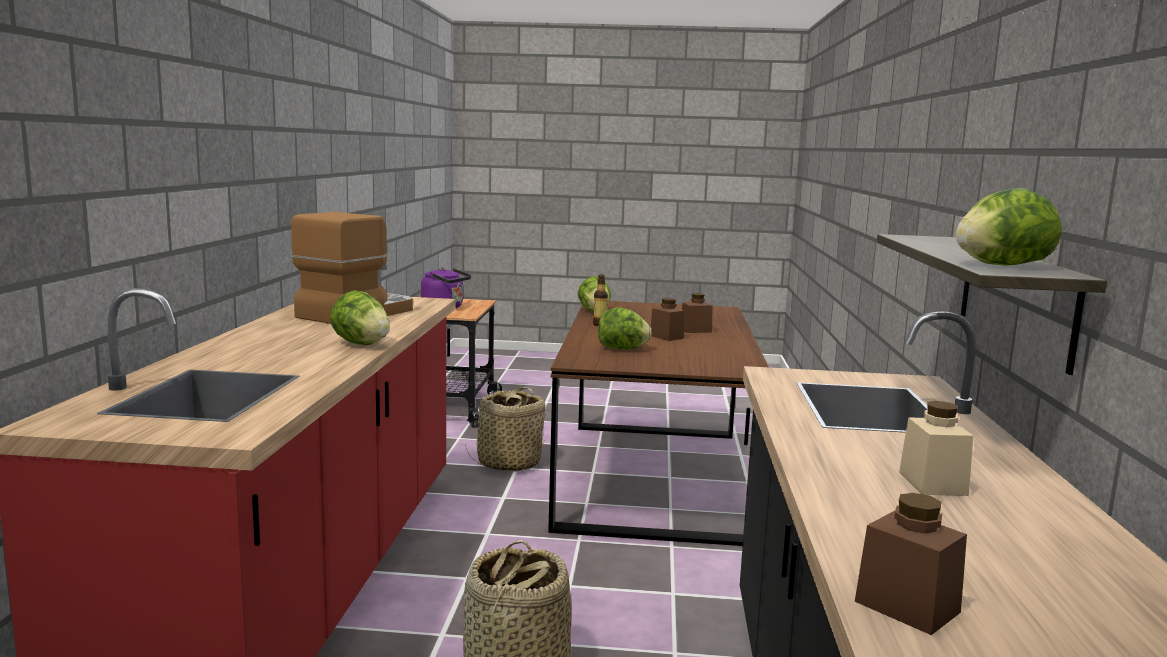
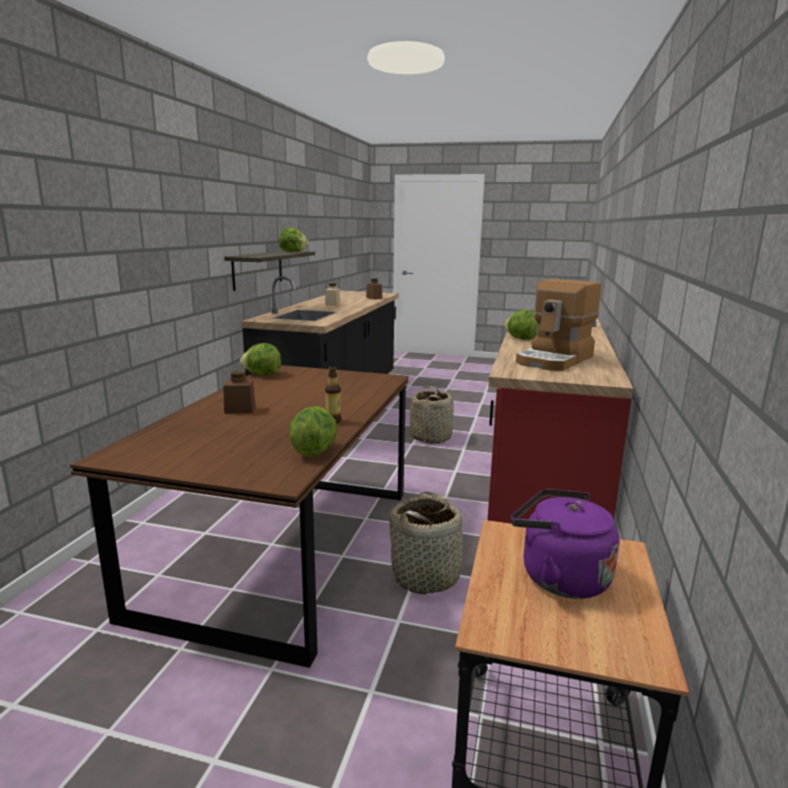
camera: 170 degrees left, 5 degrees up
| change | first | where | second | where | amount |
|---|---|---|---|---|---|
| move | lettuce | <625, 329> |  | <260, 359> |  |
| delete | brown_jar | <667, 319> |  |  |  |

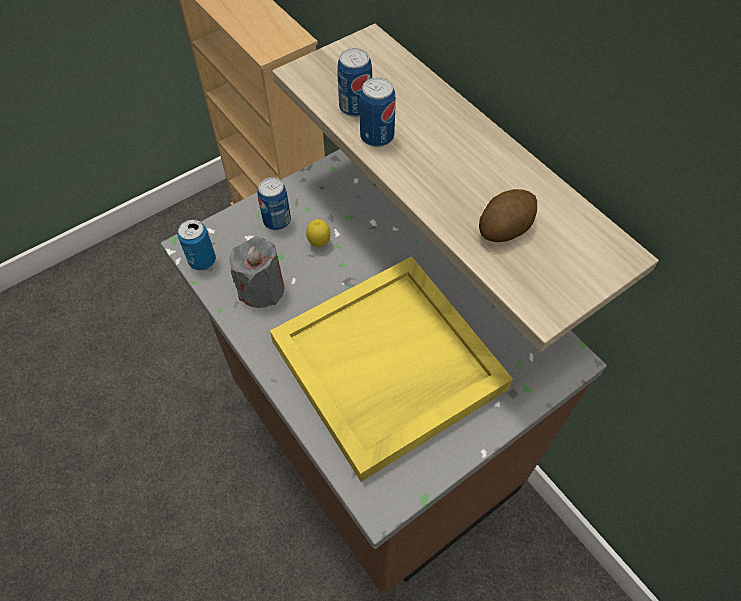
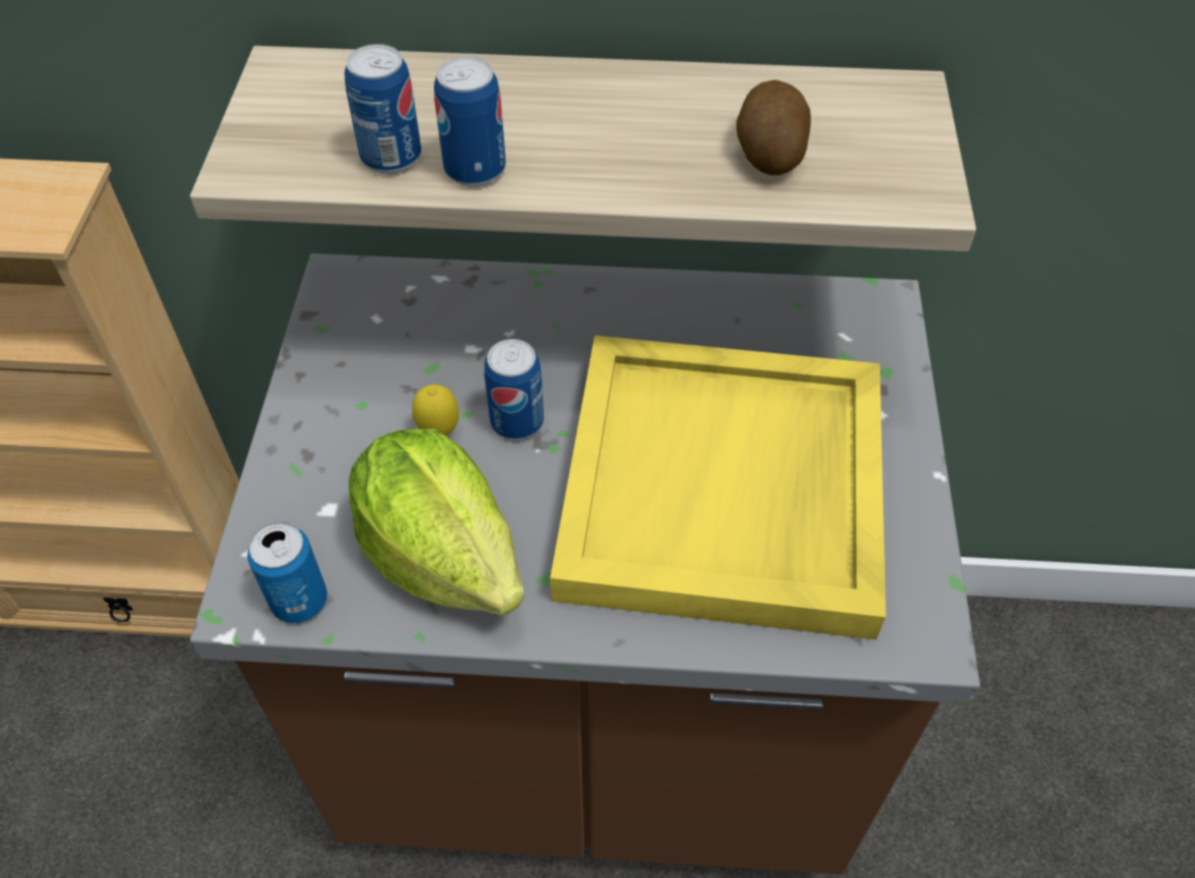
camera: 50 degrees left, 5 degrees down
| change | first | where | second | where | amount |
|---|---|---|---|---|---|
| replace | grey_candle | <257, 272> | lettuce | <436, 522> |  |
| move | can | <274, 204> |  | <514, 389> |  |

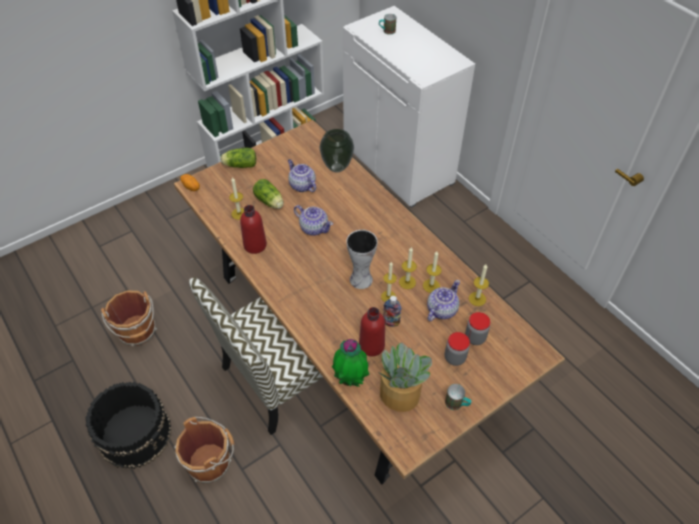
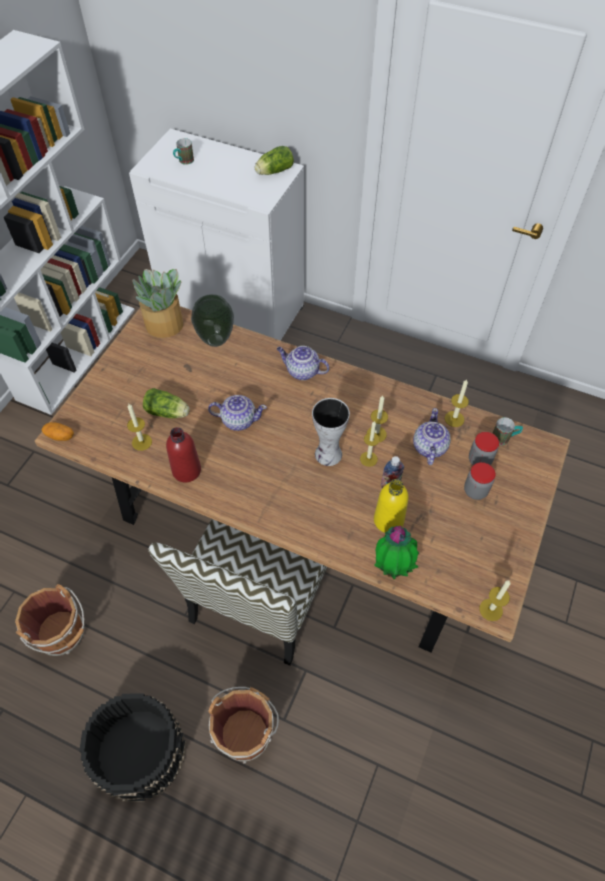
camera: 30 degrees left, 5 degrees up
| change | first | where | second | where | amount |
|---|---|---|---|---|---|
| move | potted_plant | <405, 377> |  | <157, 303> |  |
| move | lettuce | <238, 158> |  | <274, 160> |  |
| move | teapot | <302, 175> |  | <303, 363> |  |
| recolor | red_bottle | <372, 331> | yellow_bottle | <391, 506> |  |
| move | candle | <432, 272> |  | <495, 600> |  |
| move | mug | <458, 397> |  | <508, 431> |  |

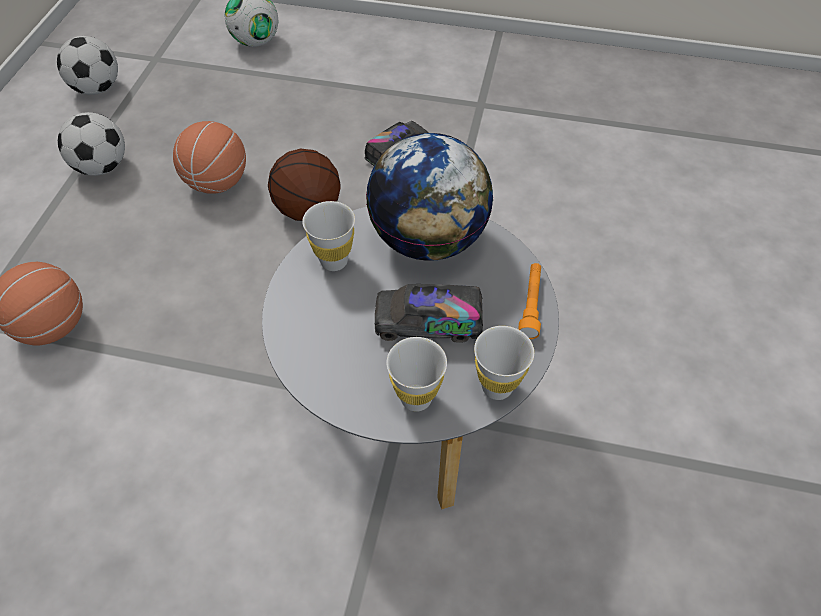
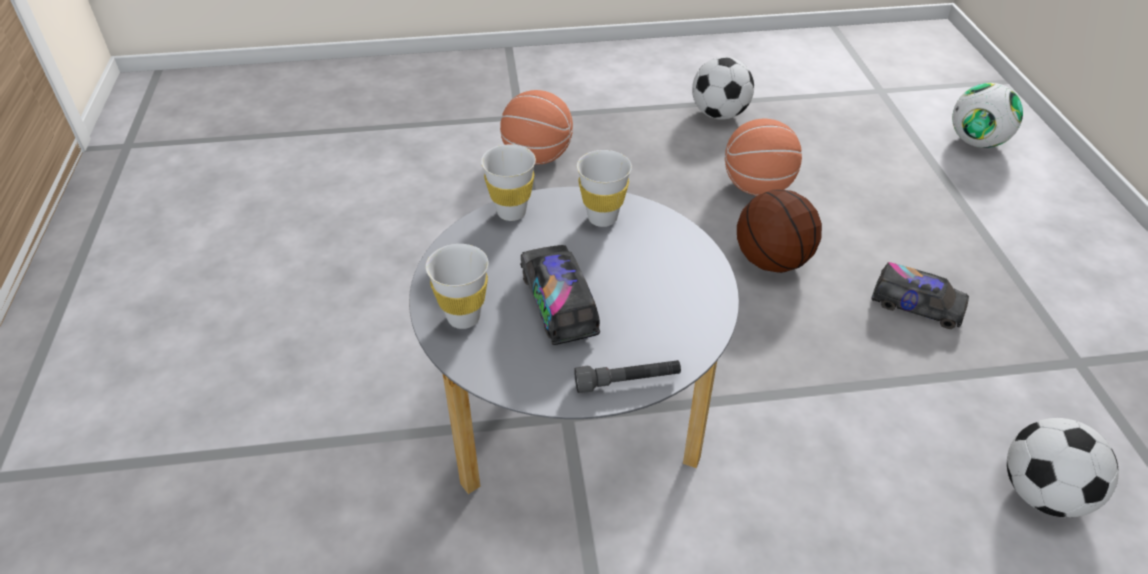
camera: 70 degrees right, 10 degrees down
| change | first | where | second | where | amount |
|---|---|---|---|---|---|
| move | white_cup | <504, 363> |  | <508, 182> |  |
| recolor | orange_flashlight | <529, 301> | grey_flashlight | <627, 376> |  |
| move | football | <87, 65> |  | <1063, 468> |  |
| delete | globe | <429, 197> |  |  |  |

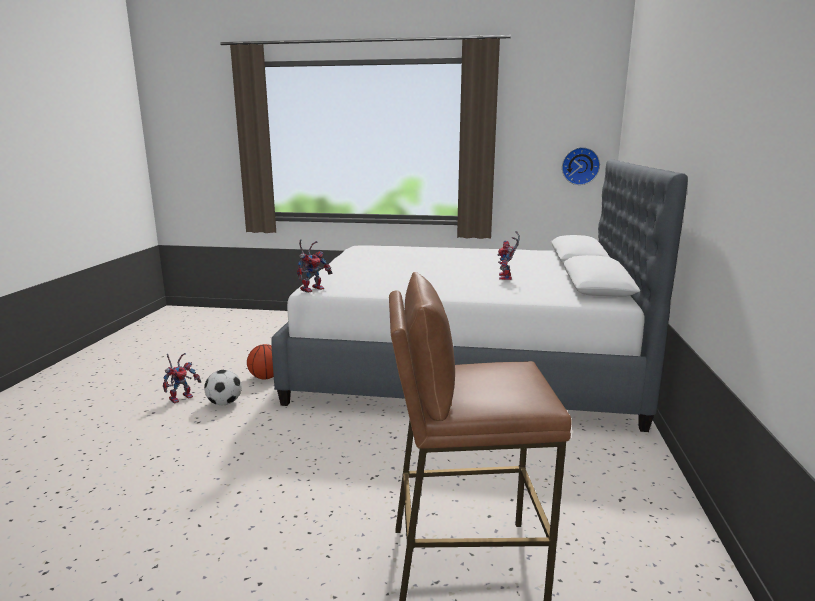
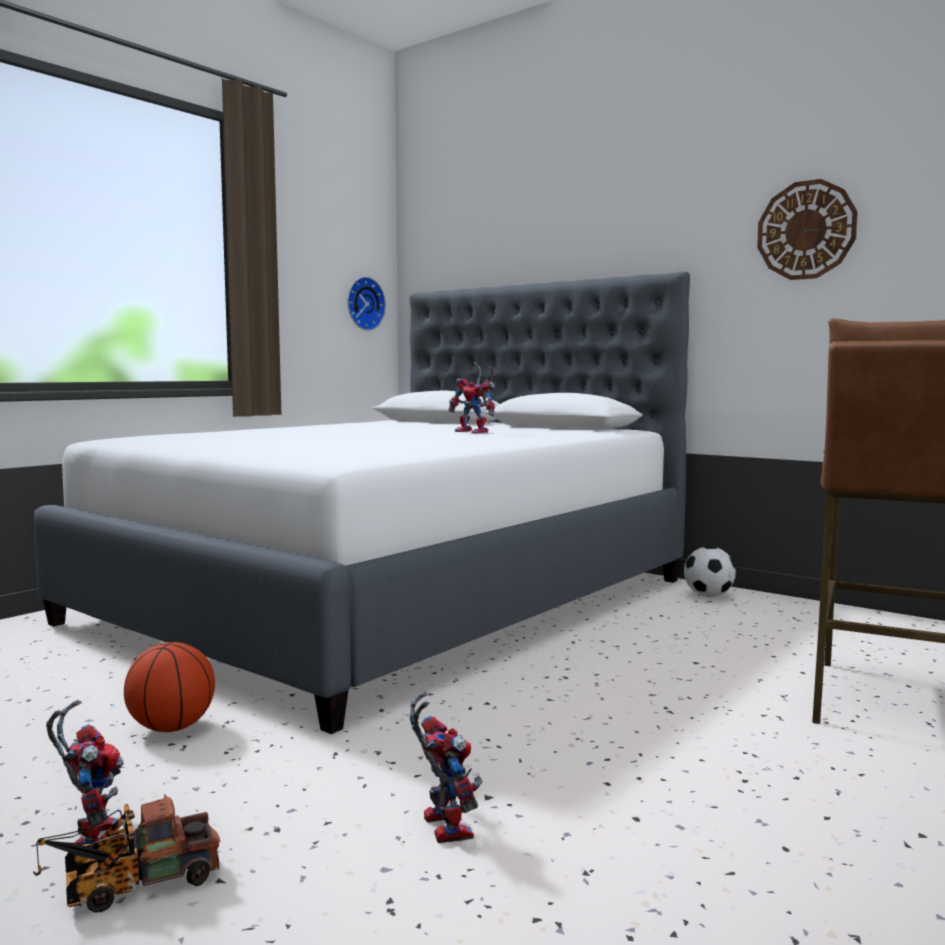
camera: 60 degrees left, 10 degrees down
| change | first | where | second | where | amount |
|---|---|---|---|---|---|
| insert |  |  | toy_truck | <126, 853> |  |
| move | toy_robot | <314, 266> |  | <446, 767> |  |
| move | football | <223, 387> |  | <710, 571> |  |
| insert |  |  | wall_clock | <807, 229> |  |

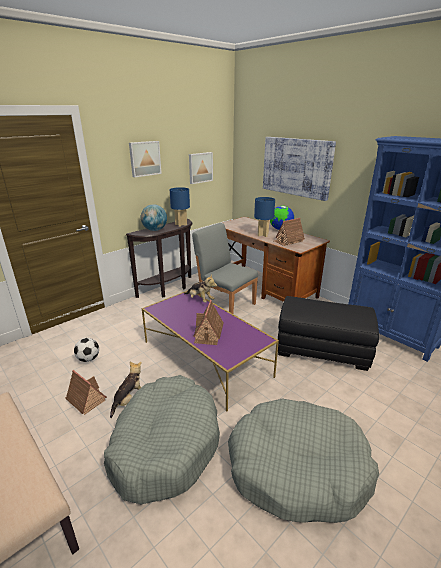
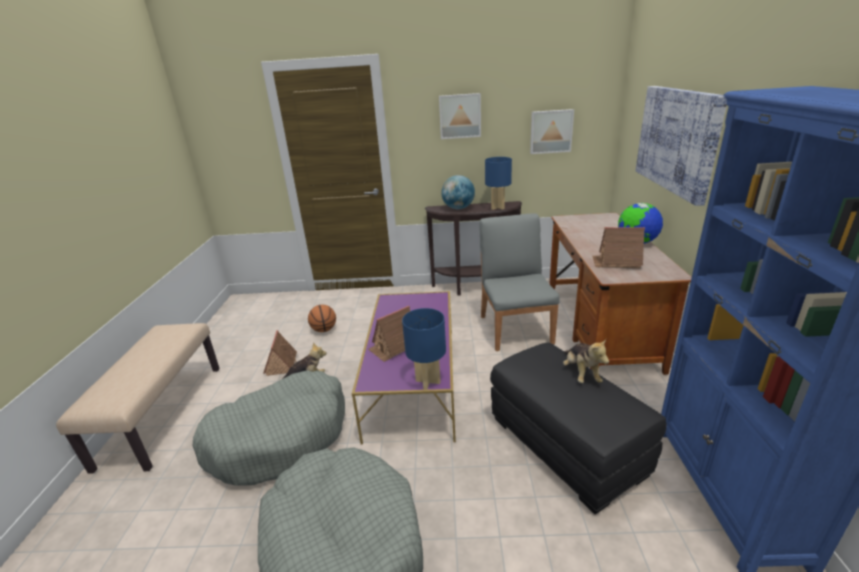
camera: 45 degrees right, 0 degrees up
| change | first | where | second | where | amount |
|---|---|---|---|---|---|
| replace | football | <86, 350> | basketball | <322, 318> |  |
| move | blue_table_lamp | <264, 217> |  | <424, 349> |  |
| move | plush_toy | <200, 288> |  | <586, 361> |  |

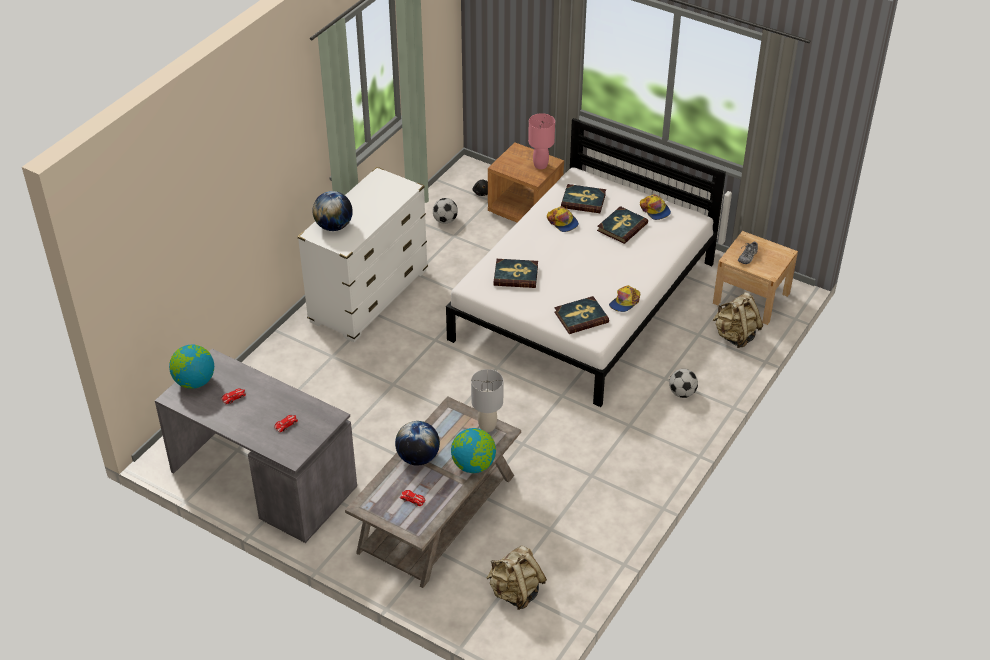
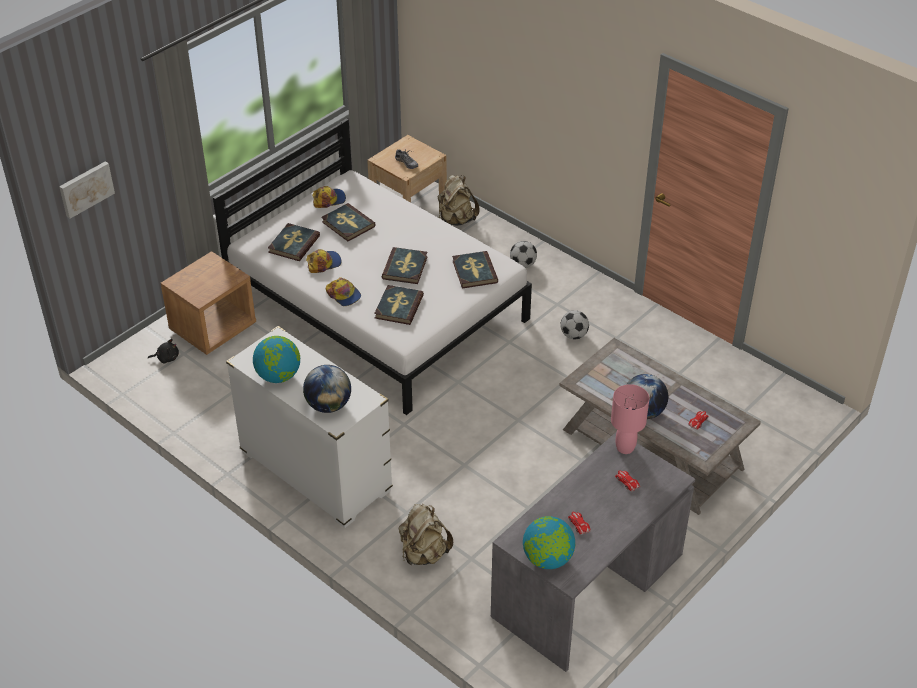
camera: 80 degrees left, 0 degrees up
| change | first | where | second | where | amount |
|---|---|---|---|---|---|
| insert |  |  | picture | <87, 190> |  |
| move | globe | <473, 450> |  | <276, 359> |  |
| move | cap | <624, 298> |  | <343, 291> |  |
| insert |  |  | book | <405, 265> |  |
| move | beige_backpack | <516, 578> |  | <426, 534> |  |
| move | football | <445, 211> |  | <574, 324> |  |
| move | pink_table_lamp | <541, 141> |  | <630, 419> |  |
| delete | grey_table_lamp | <487, 400> |  |  |  |

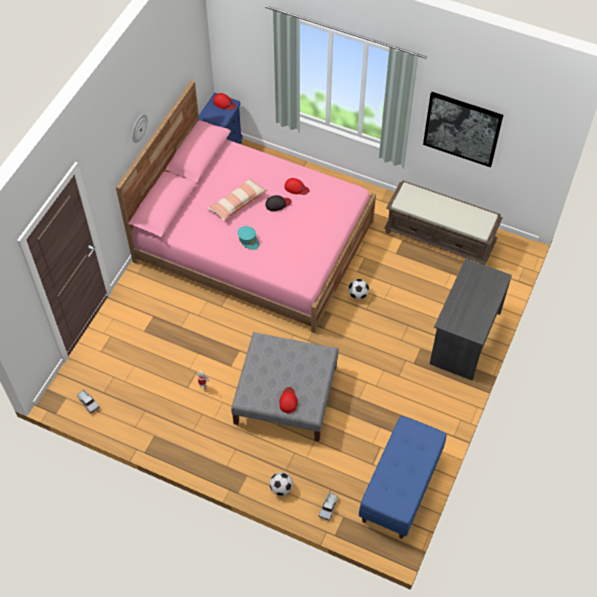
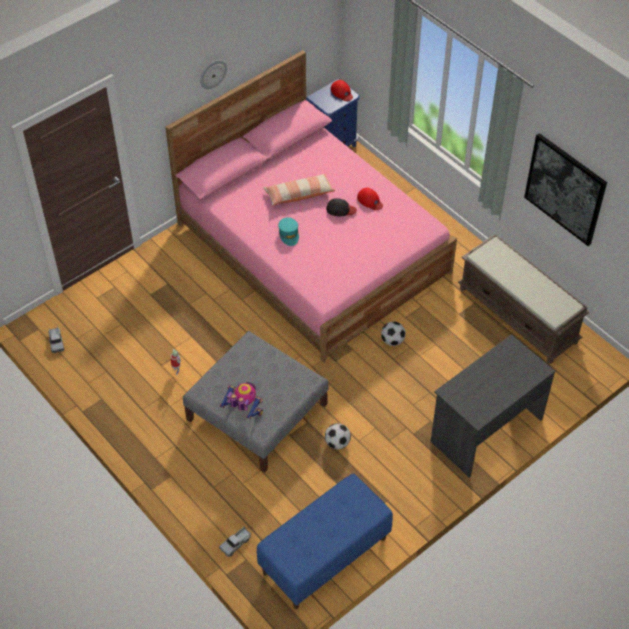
camera: 25 degrees right, 5 degrees down
| change | first | where | second | where | amount |
|---|---|---|---|---|---|
| replace | red_cap | <288, 400> | toy_robot | <241, 400> |  |
| move | football | <281, 484> |  | <338, 436> |  |

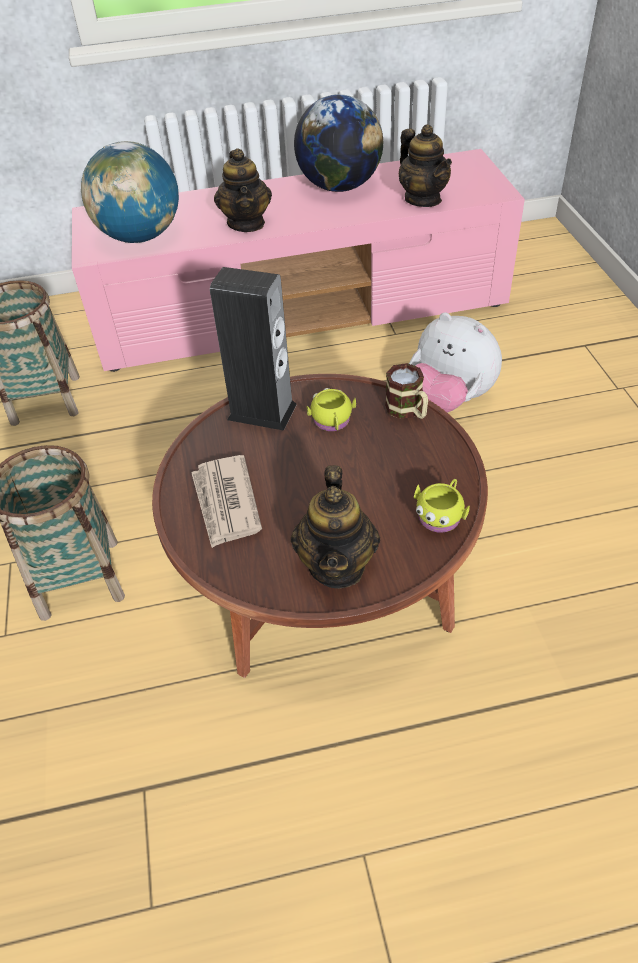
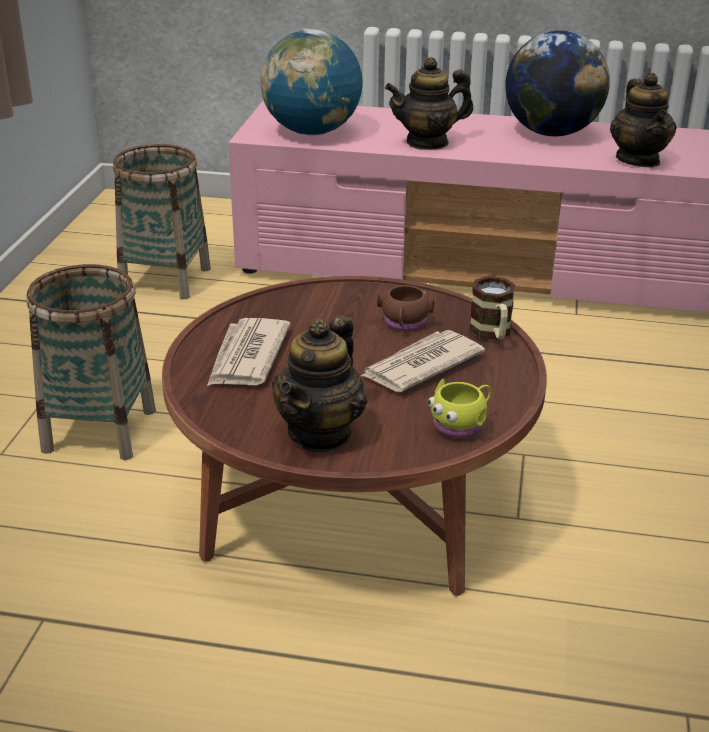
camera: 20 degrees right, 15 degrees down
| change | first | where | second | where | amount |
|---|---|---|---|---|---|
| insert |  |  | newspaper | <423, 361> |  |
| recolor | yellow_mug | <331, 409> | brown_mug | <405, 308> |  |
| rotate | teapot | <243, 190> |  | <429, 103> | 60 degrees clockwise |
| delete | speaker | <253, 349> |  |  |  |
| delete | plush_toy | <455, 362> |  |  |  |

